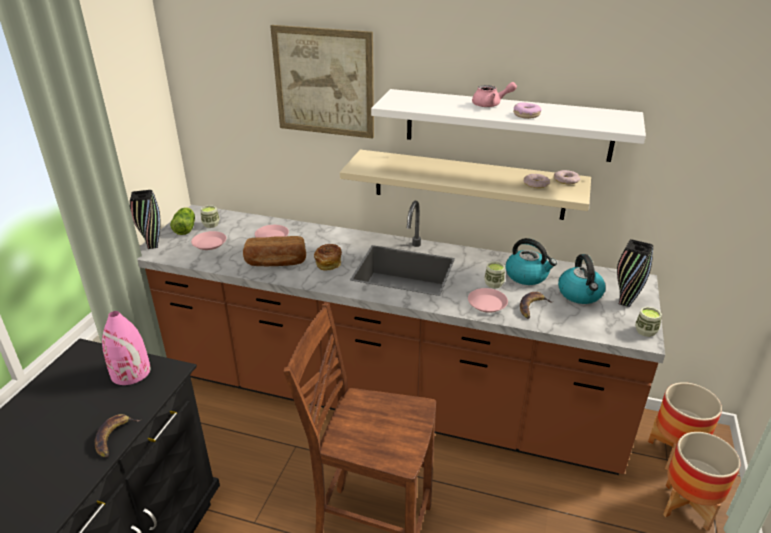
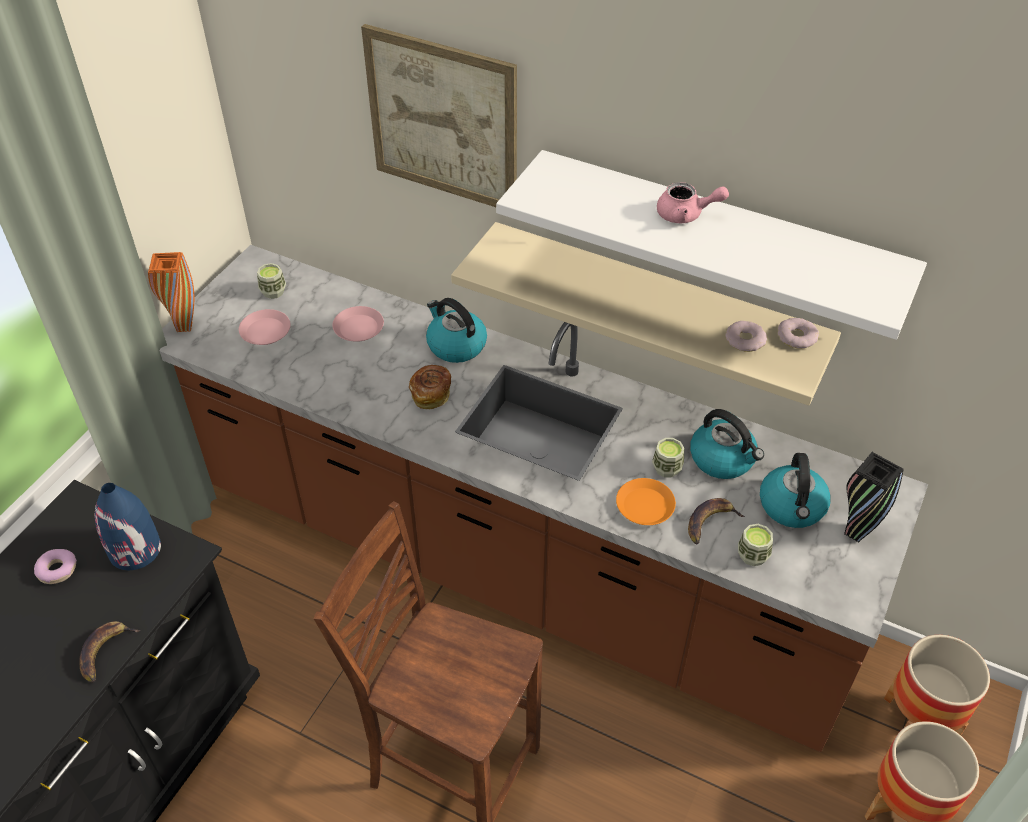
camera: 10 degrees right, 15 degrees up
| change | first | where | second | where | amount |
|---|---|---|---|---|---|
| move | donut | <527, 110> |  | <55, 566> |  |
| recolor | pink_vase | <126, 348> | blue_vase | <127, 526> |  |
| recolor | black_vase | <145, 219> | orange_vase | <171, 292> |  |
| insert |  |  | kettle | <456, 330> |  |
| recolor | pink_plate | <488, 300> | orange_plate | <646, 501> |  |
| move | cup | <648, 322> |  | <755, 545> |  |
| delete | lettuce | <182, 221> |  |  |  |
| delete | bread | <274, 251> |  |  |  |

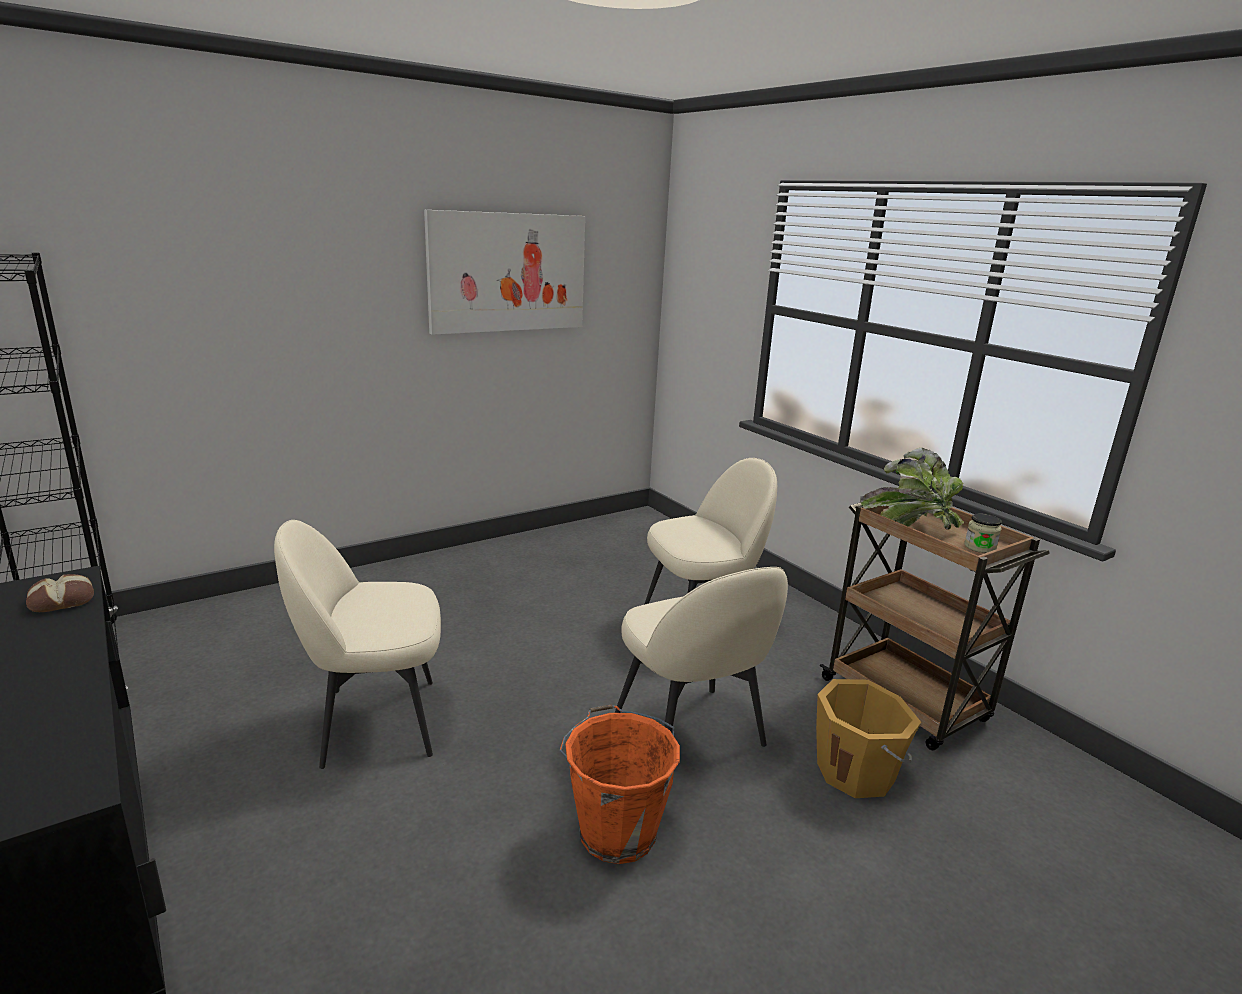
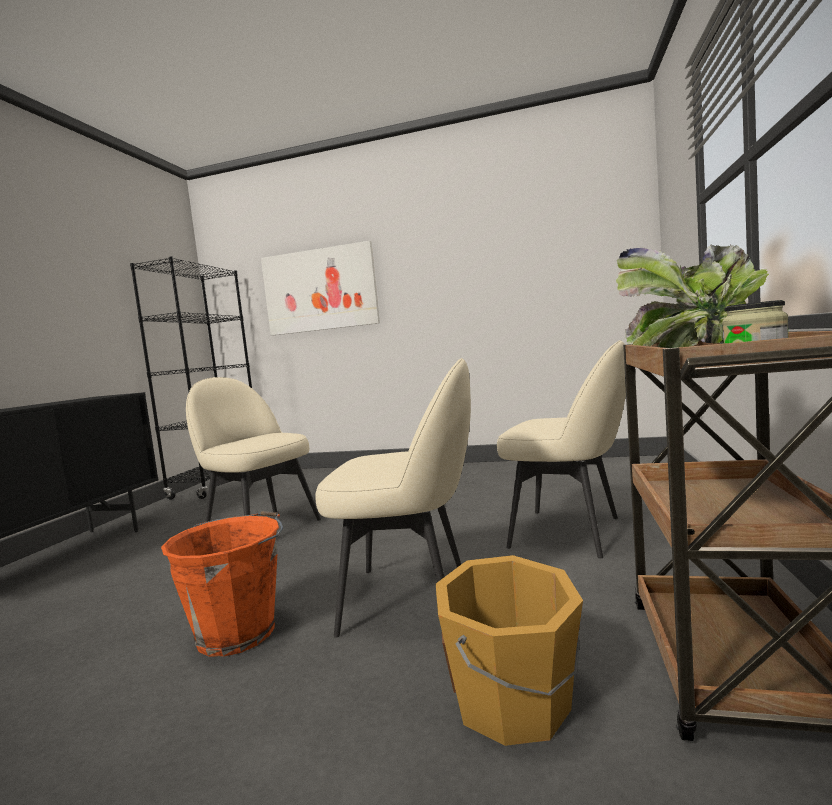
camera: 50 degrees right, 15 degrees down
| change | first | where | second | where | amount |
|---|---|---|---|---|---|
| move | picture | <504, 272> |  | <320, 288> |  |
| rotate | beige_chair | <701, 657> |  | <393, 498> | 105 degrees counterclockwise |
| delete | bread | <60, 593> |  |  |  |

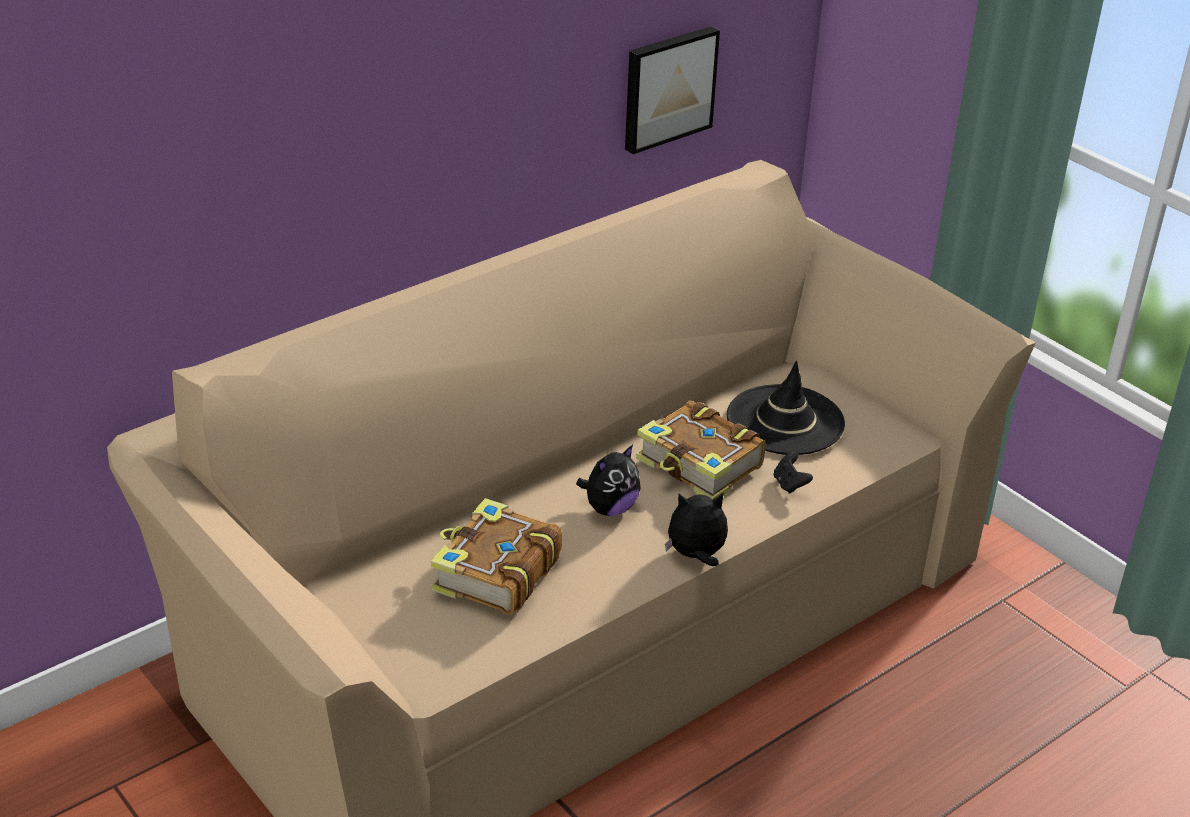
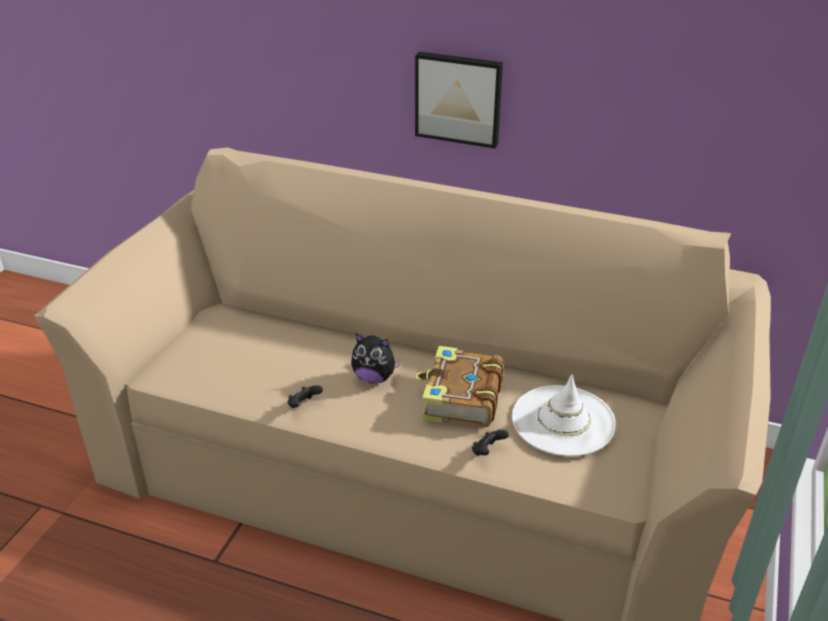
camera: 60 degrees right, 0 degrees up
| change | first | where | second | where | amount |
|---|---|---|---|---|---|
| insert |  |  | black_game_controller | <305, 396> |  |
| move | picture | <672, 90> |  | <459, 100> |  |
| recolor | black_hat | <786, 408> | white_hat | <564, 415> |  |
| delete | book | <496, 556> |  |  |  |
| delete | plush_toy | <696, 529> |  |  |  |

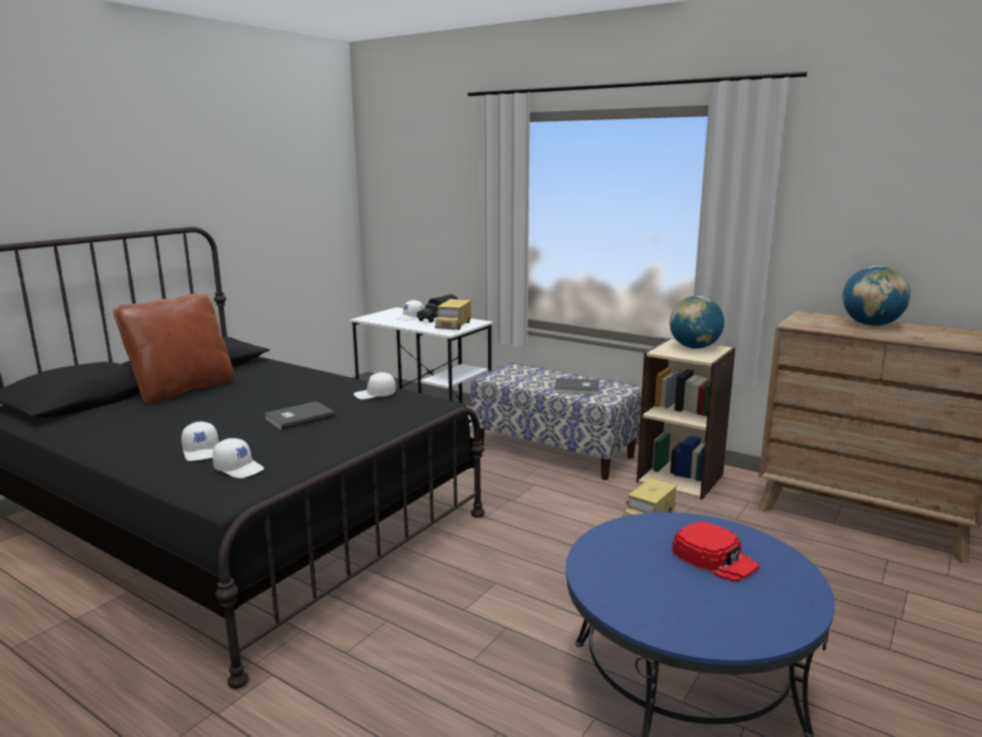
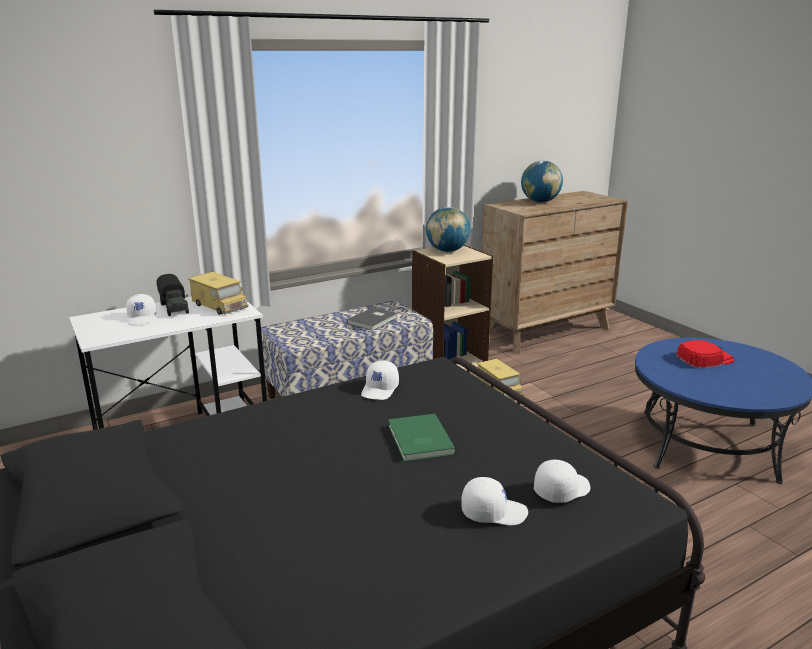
camera: 65 degrees left, 5 degrees up
| change | first | where | second | where | amount |
|---|---|---|---|---|---|
| recolor | grey_book | <299, 416> | green_book | <422, 438> |  |
| delete | brown_pillow | <173, 348> |  |  |  |

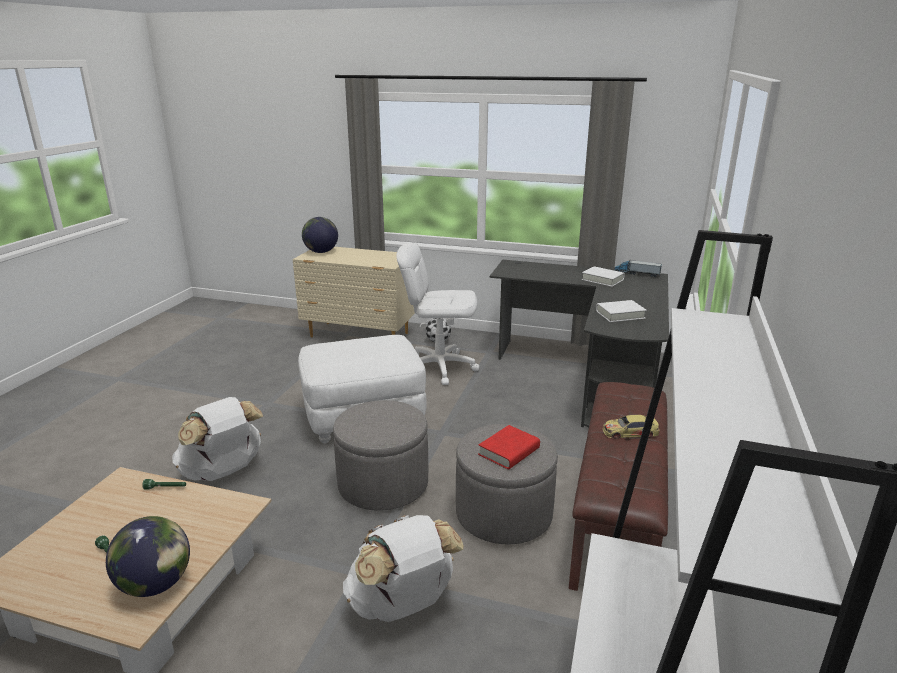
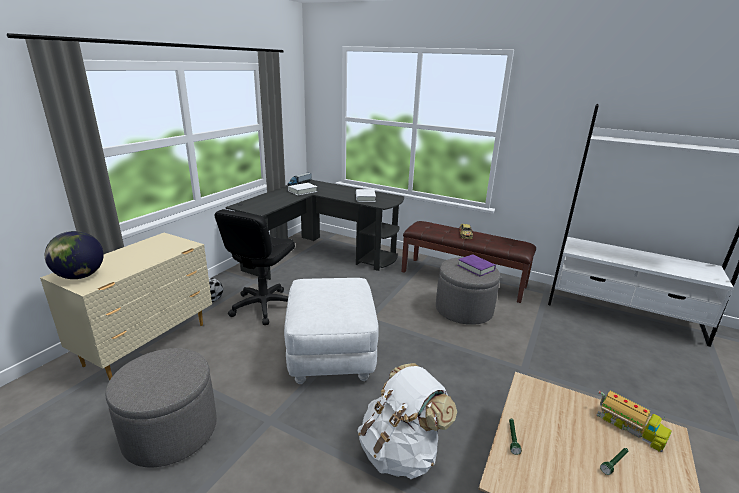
camera: 80 degrees left, 0 degrees up
| change | first | where | second | where | amount |
|---|---|---|---|---|---|
| move | grey_ottoman | <380, 455> |  | <161, 407> |  |
| recolor | white_office_chair | <437, 314> | black_office_chair | <255, 267> |  |
| recolor | red_book | <509, 447> | purple_book | <477, 265> |  |
| replace | globe | <148, 556> | toy_truck | <634, 421> |  |
| delete | white_backpack | <403, 568> |  |  |  |

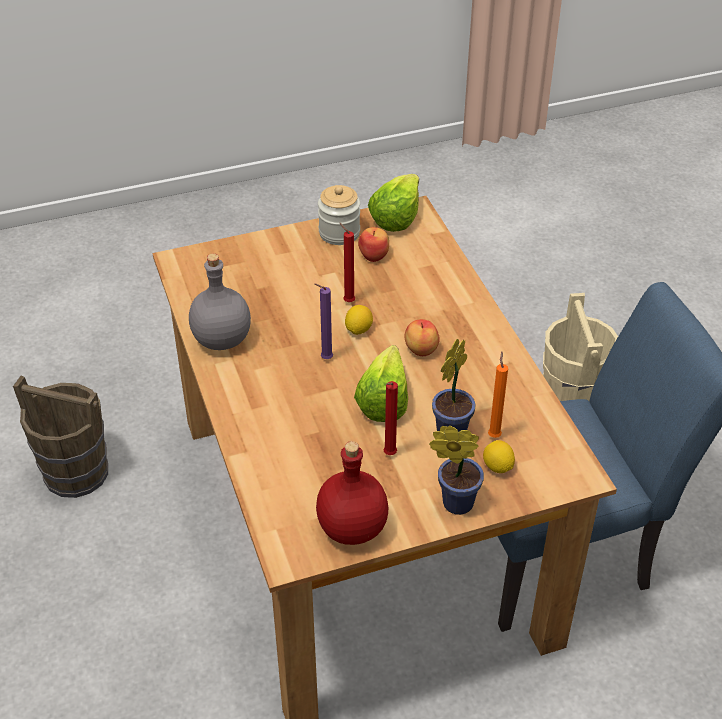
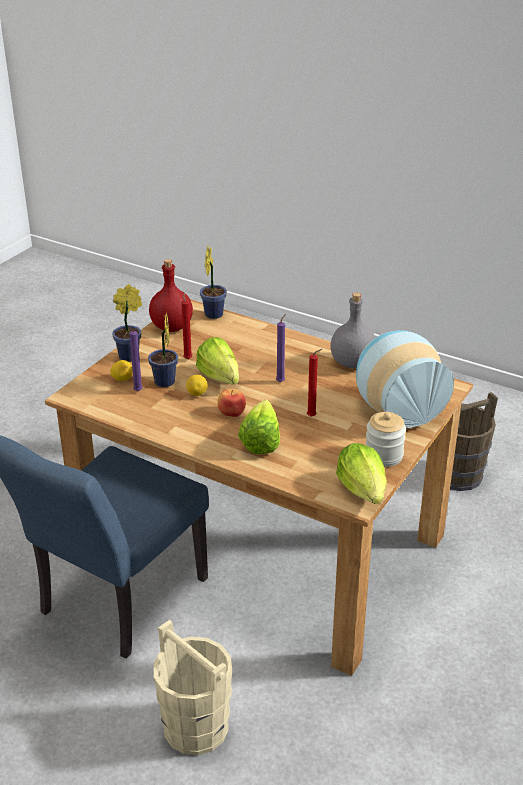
camera: 140 degrees right, 10 degrees down
| change | first | where | second | where | amount |
|---|---|---|---|---|---|
| recolor | orange_candle | <498, 394> | purple_candle | <136, 359> |  |
| move | lemon | <359, 320> |  | <197, 385> |  |
| insert |  |  | potted_plant | <213, 282> |  |
| insert |  |  | lettuce | <259, 427> |  |
| insert |  |  | vase | <405, 379> |  |
| delete | apple | <373, 244> |  |  |  |

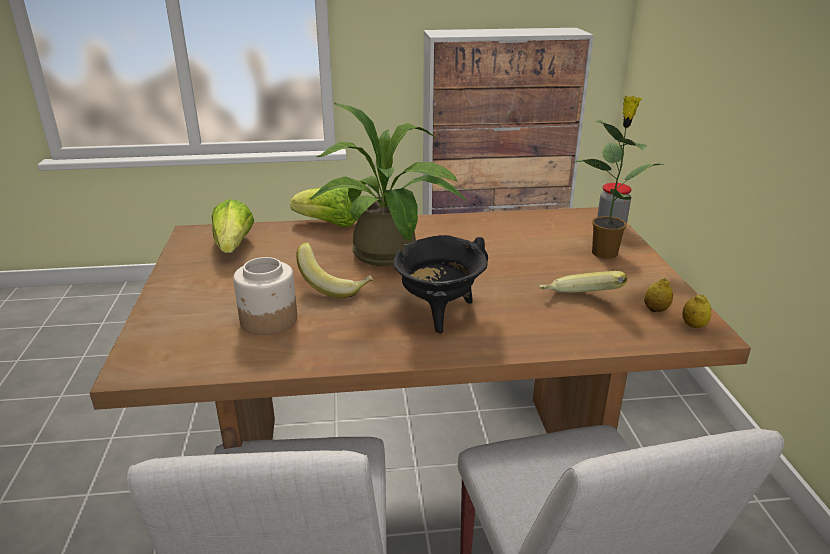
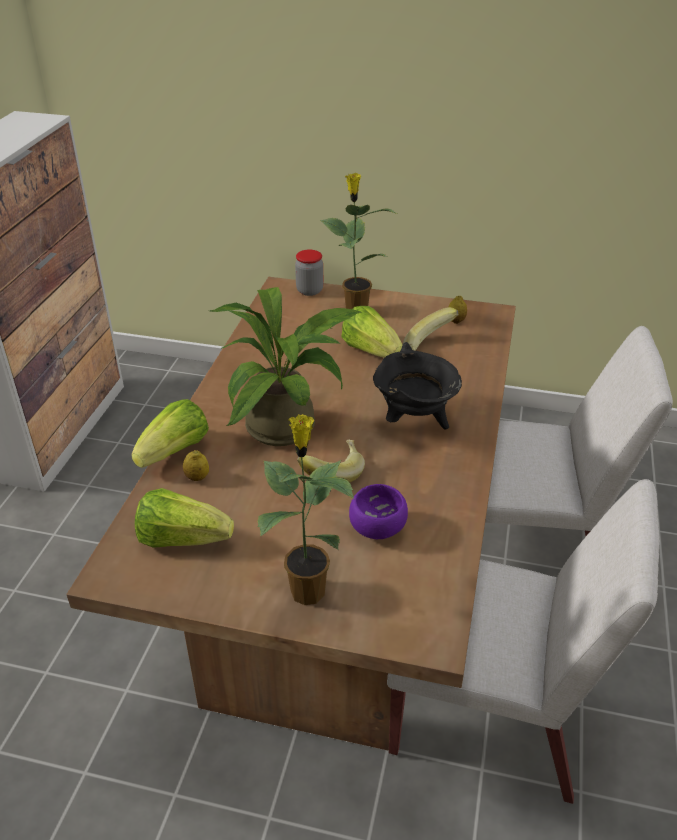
camera: 70 degrees left, 10 degrees up
| change | first | where | second | where | amount |
|---|---|---|---|---|---|
| move | lemon | <697, 311> |  | <196, 465> |  |
| insert |  |  | potted_plant | <306, 509> |  |
| insert |  |  | lettuce | <372, 332> |  |
| replace | jar | <265, 296> | purple_bowl | <378, 511> |  |

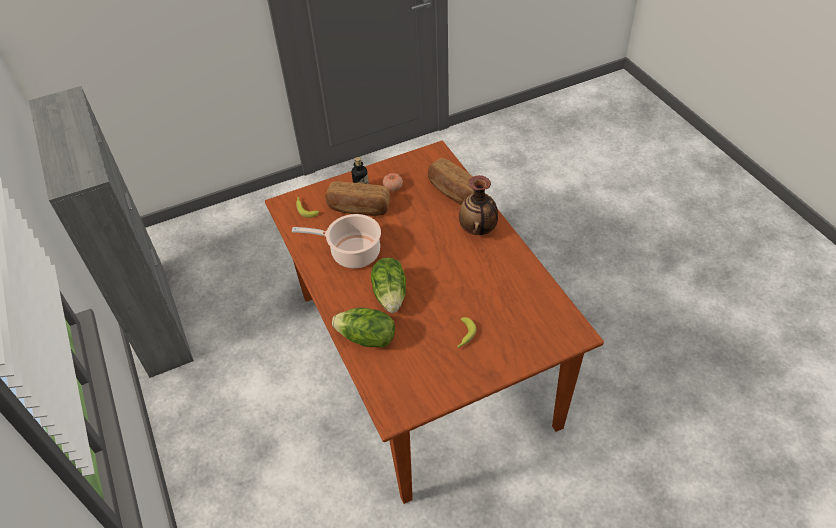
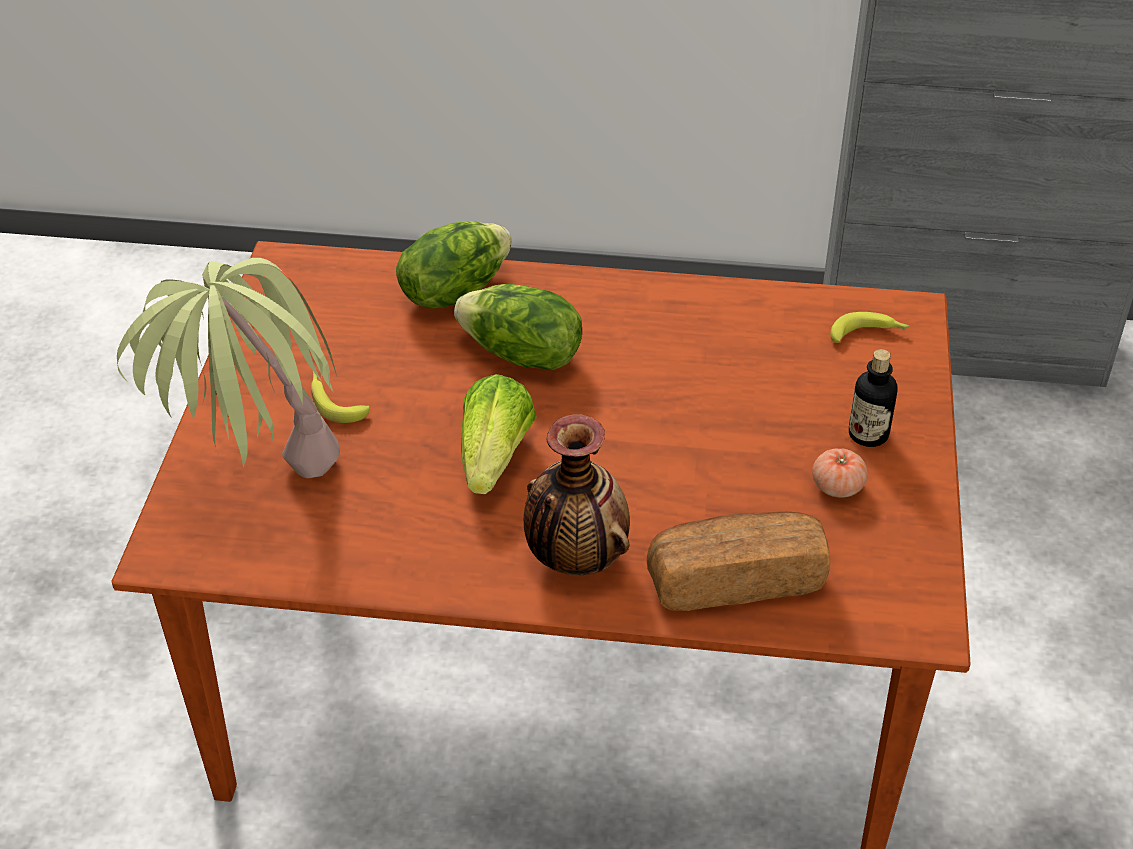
camera: 120 degrees right, 5 degrees down
| change | first | where | second | where | amount |
|---|---|---|---|---|---|
| insert |  |  | potted_plant | <228, 368> |  |
| insert |  |  | lettuce | <499, 434> |  |
| delete | cooking_pot | <336, 241> |  |  |  |
| delete | bread | <357, 198> |  |  |  |

